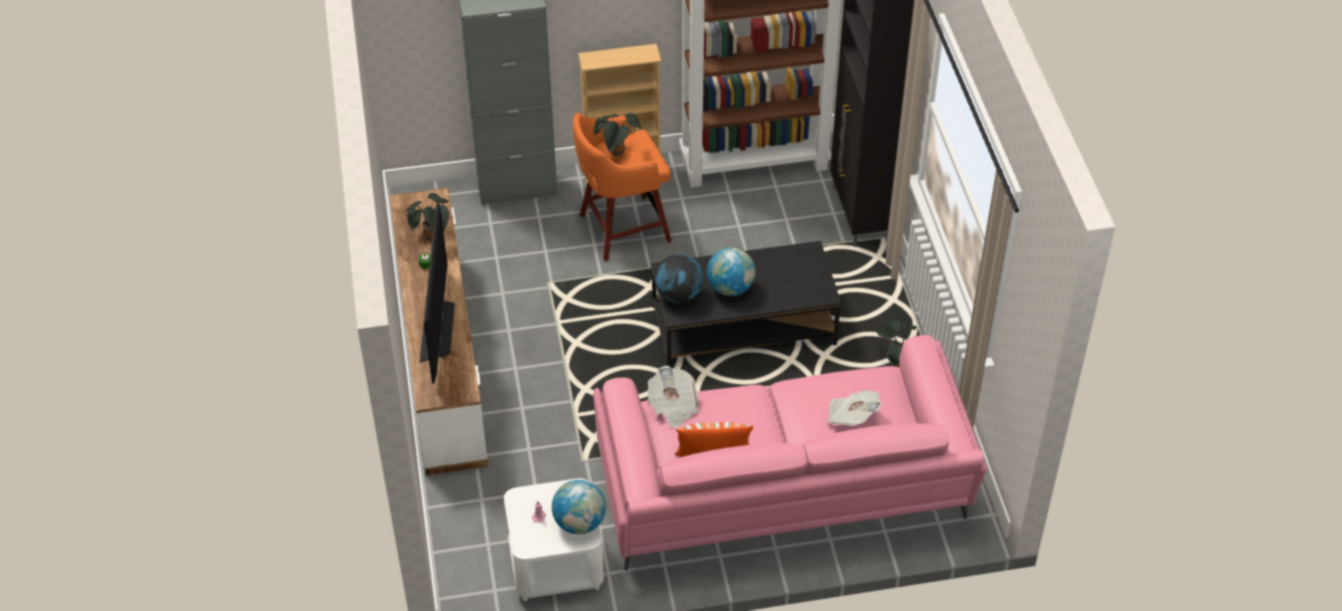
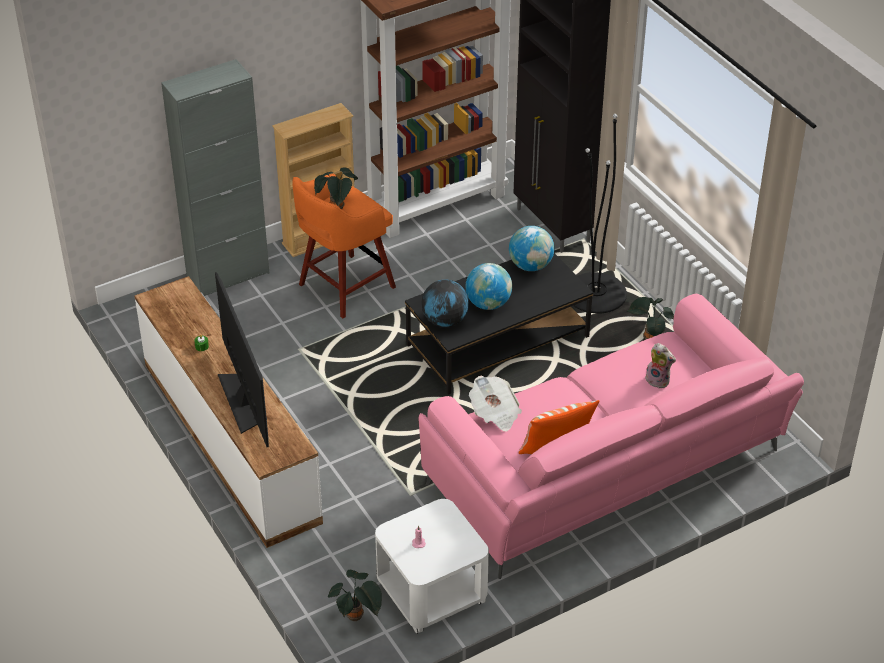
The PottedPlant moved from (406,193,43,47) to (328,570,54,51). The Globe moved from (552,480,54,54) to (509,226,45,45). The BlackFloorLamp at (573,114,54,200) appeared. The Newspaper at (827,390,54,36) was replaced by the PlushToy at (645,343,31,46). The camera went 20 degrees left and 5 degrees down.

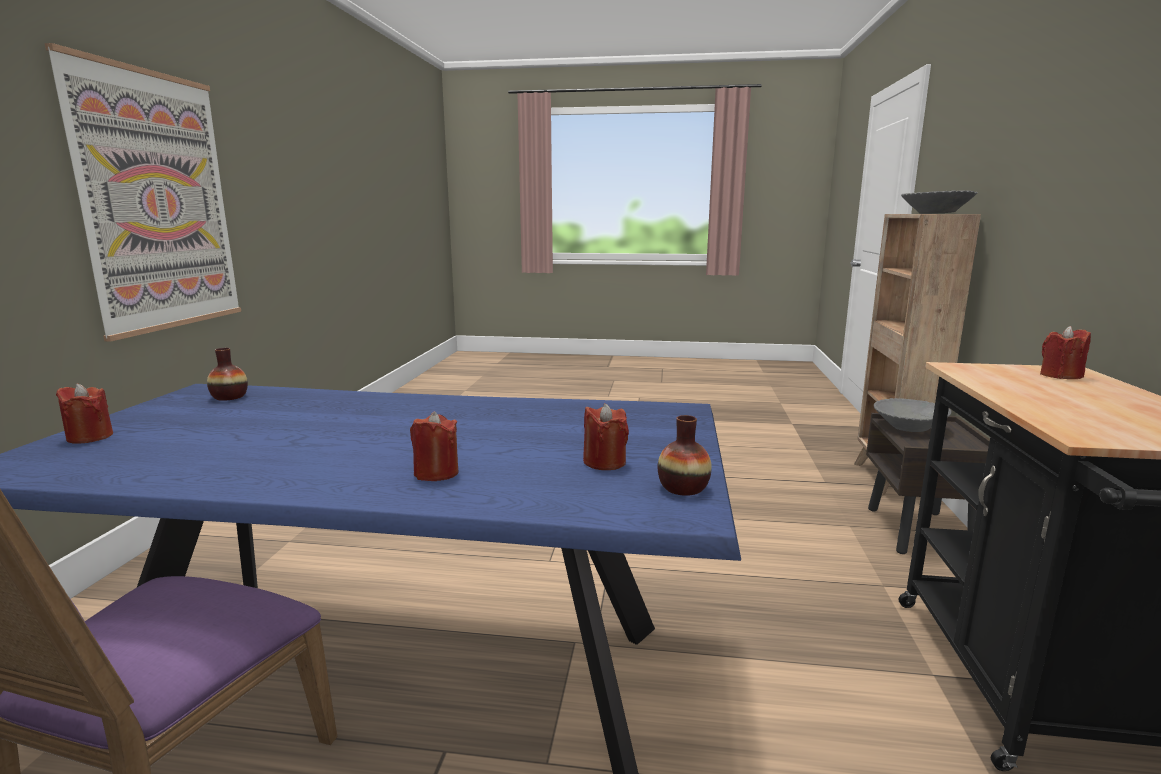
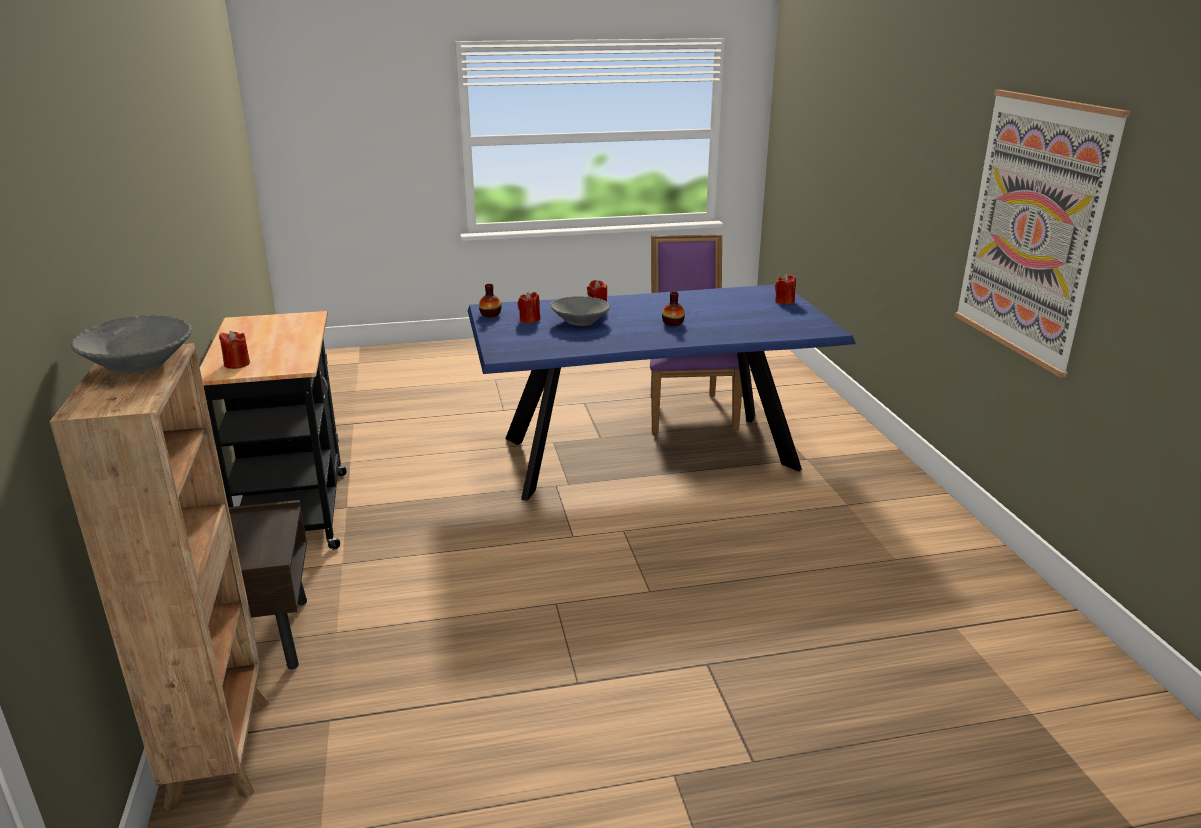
The GreyBowl moved from (874,398,78,34) to (550,296,60,30). The Vase moved from (207,348,41,53) to (662,292,23,34). The camera went 160 degrees right and 10 degrees up.

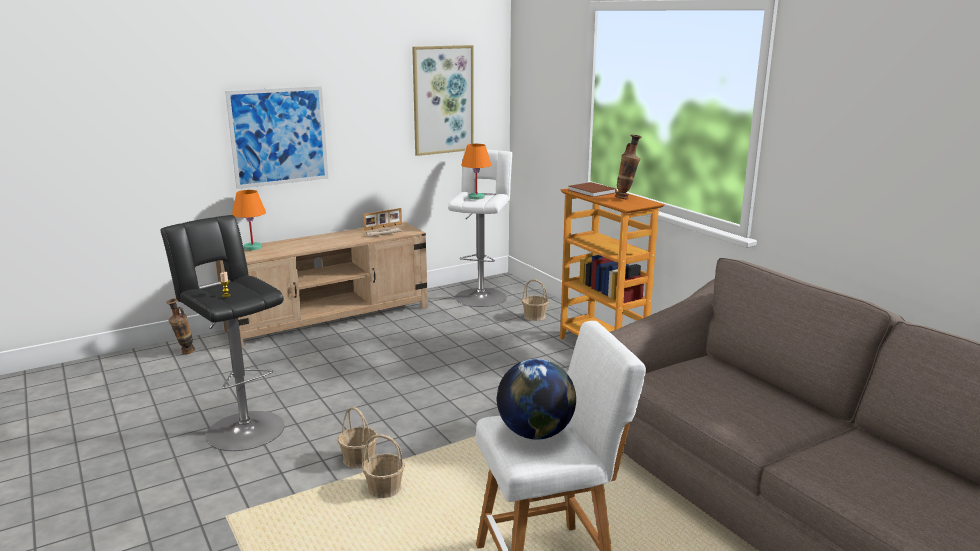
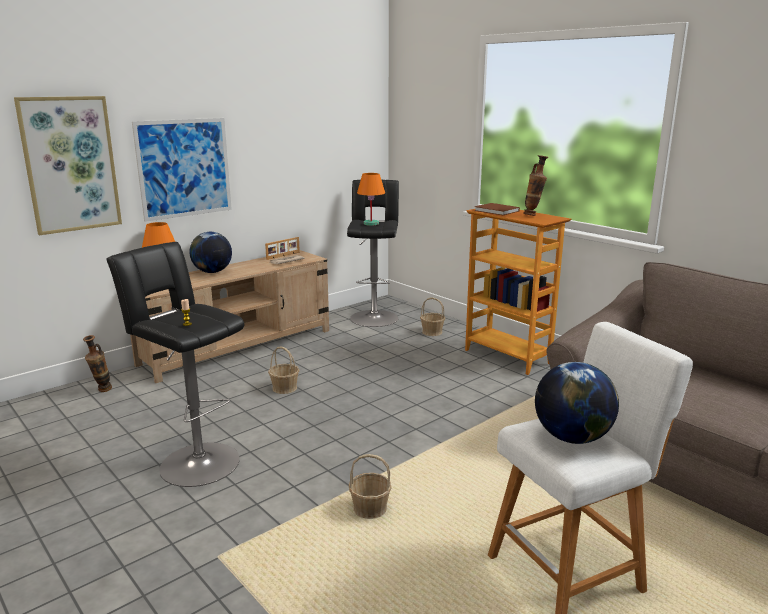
The Picture moved from (412,45,62,111) to (14,96,108,139). The Globe at (189,232,43,41) appeared. The Basket moved from (338,407,40,61) to (268,347,31,47). The WhiteStool at (448,150,64,157) became the BlackStool at (347,180,52,147). The camera went 10 degrees left and 0 degrees up.

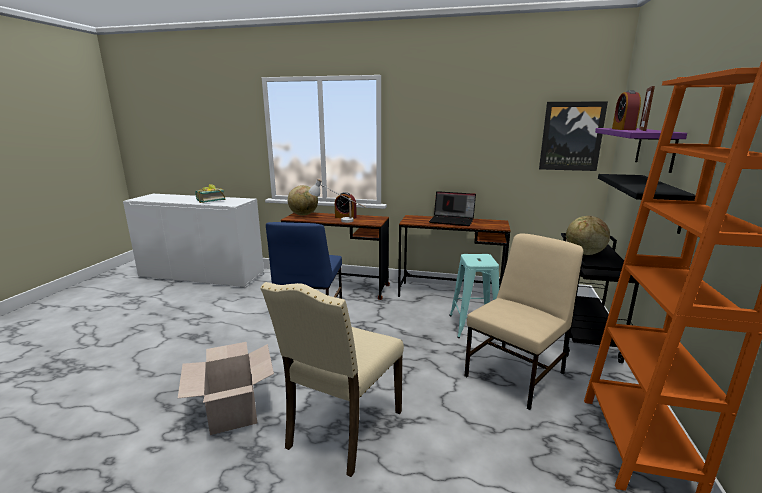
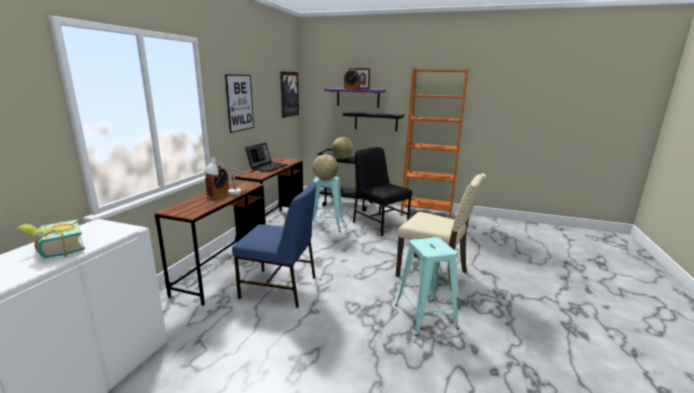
The Picture at (225,74,29,59) appeared. The Globe moved from (288,185,30,31) to (313,154,25,26). The BeigeChair at (465,233,118,177) became the BlackChair at (353,147,59,89). The CardboardBox at (178,342,96,93) was replaced by the TurquoiseStool at (395,237,64,99). The camera went 85 degrees left and 0 degrees up.

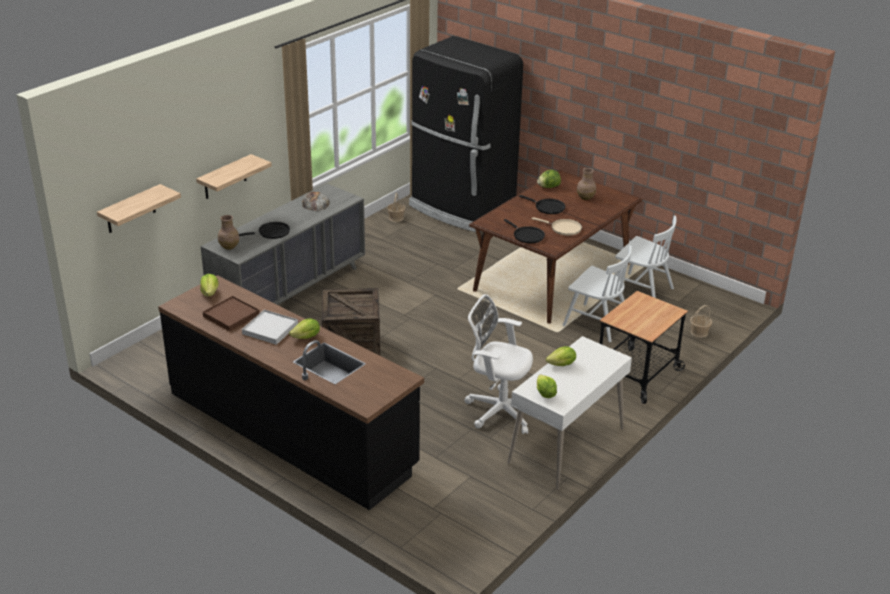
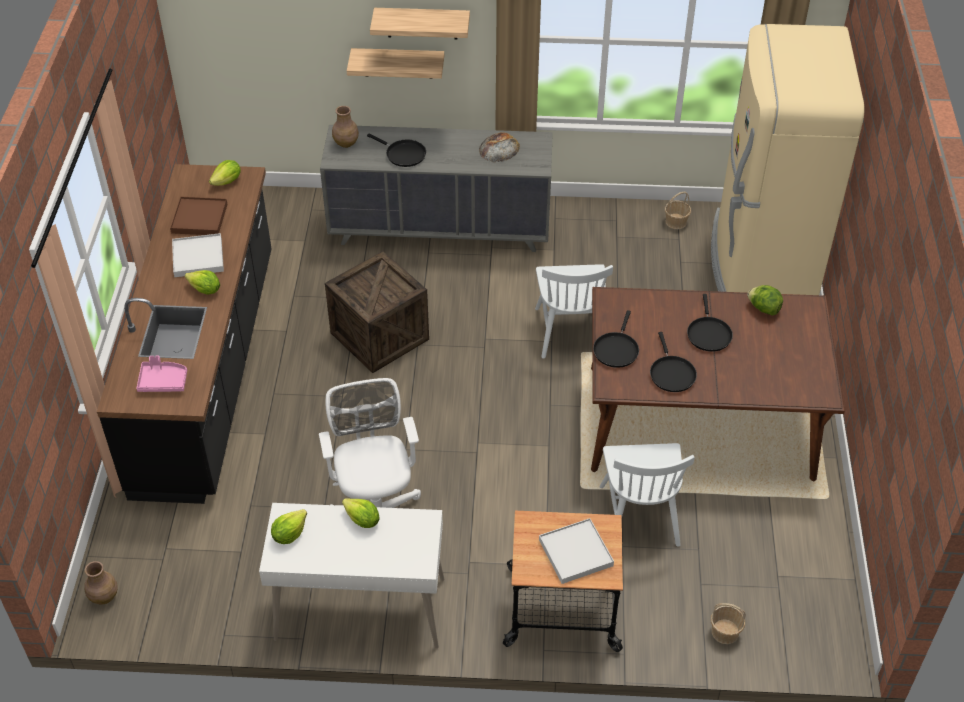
The BrownVase moved from (577,168,19,32) to (84,561,34,43). The PinkTray at (136,356,51,36) appeared. The Shelf moved from (97,184,84,49) to (370,8,100,32). The WhiteChair moved from (615,216,62,82) to (535,264,78,95). The WhiteTray at (539,518,75,66) appeared. The BeigeFryingPan at (532,217,50,19) became the BlackFryingPan at (650,332,47,60). The BlackFridge at (409,36,114,196) became the BeigeFridge at (711,24,153,271). The camera went 55 degrees right and 15 degrees up.

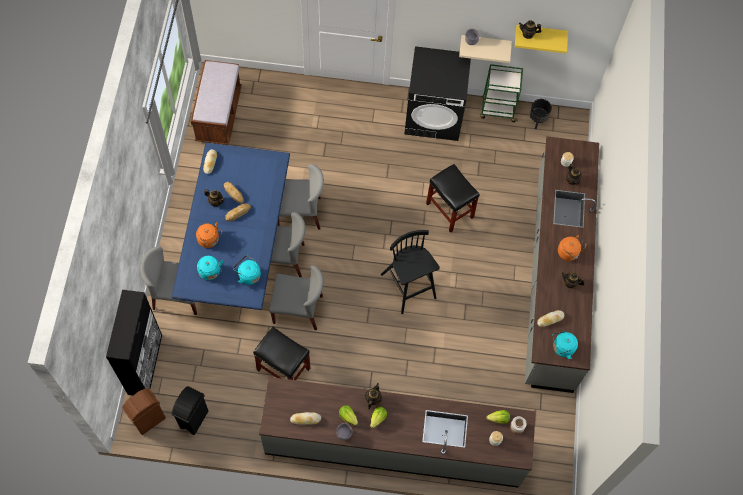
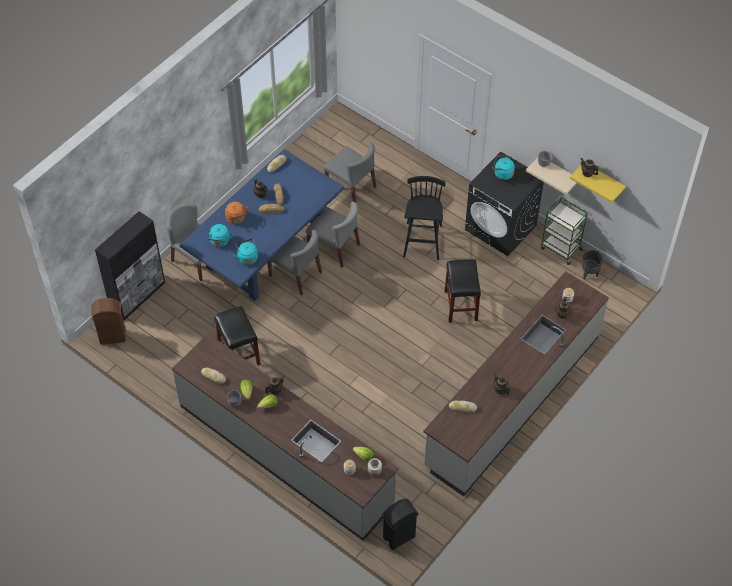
The GreyChair moved from (269,265,55,65) to (323,143,53,59). The BlackTrashCan moved from (171,386,37,49) to (382,499,36,51). The BlackStool moved from (381,230,59,84) to (403,176,43,84). The TurquoiseKettle moved from (552,331,26,28) to (492,155,23,25). The BrownBench at (191,60,51,85) disappeared. The OrangeKettle at (558,235,28,26) disappeared. The camera went 35 degrees right and 10 degrees down.

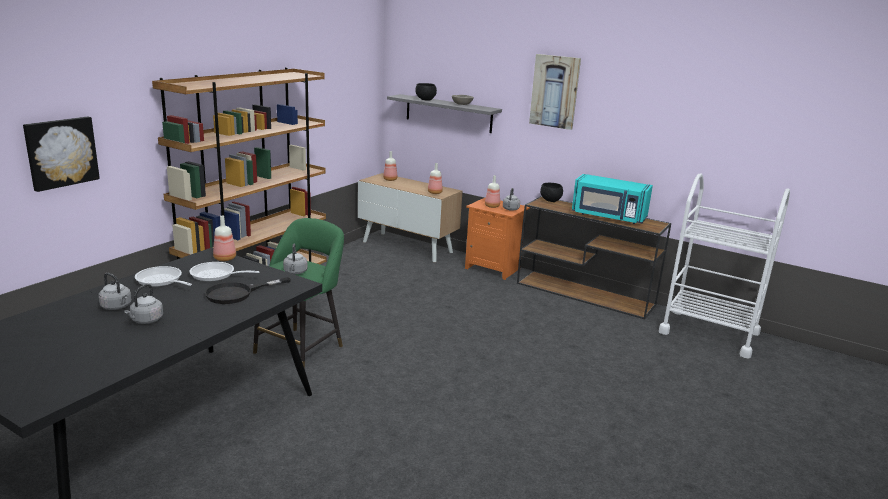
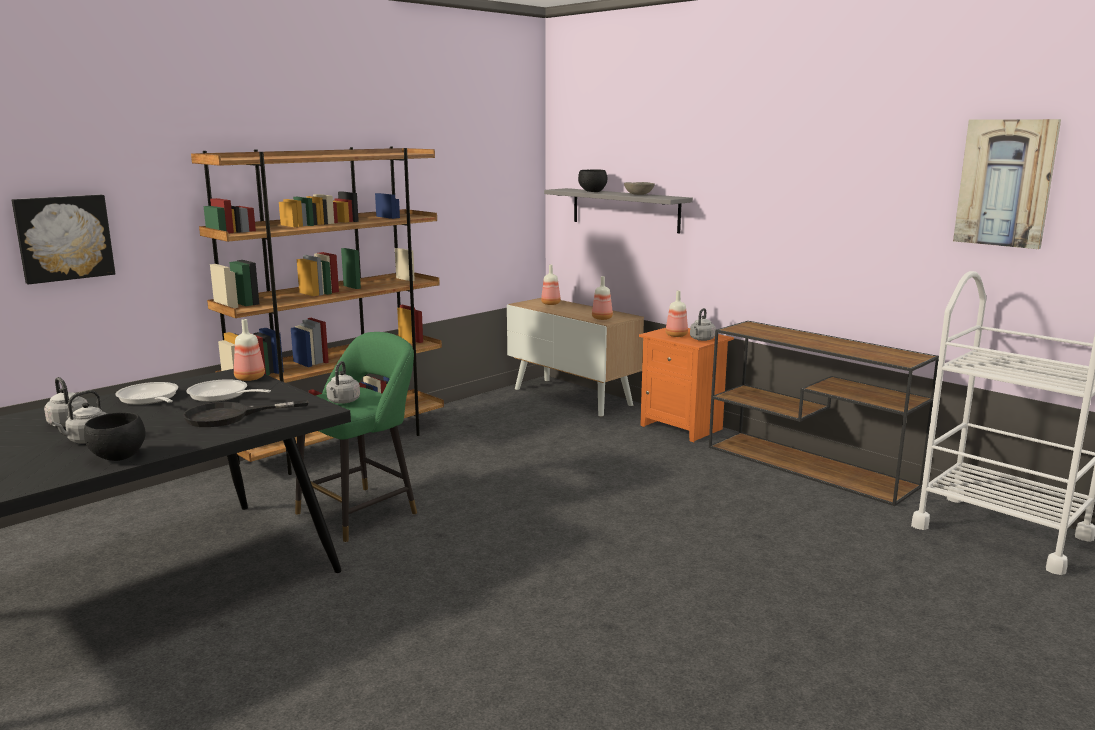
The BlackBowl moved from (540,183,23,19) to (84,412,62,49). The Picture moved from (529,54,52,76) to (953,119,108,130). The TurquoiseMicrowave at (572,174,81,50) disappeared. The camera went 15 degrees right and 5 degrees down.

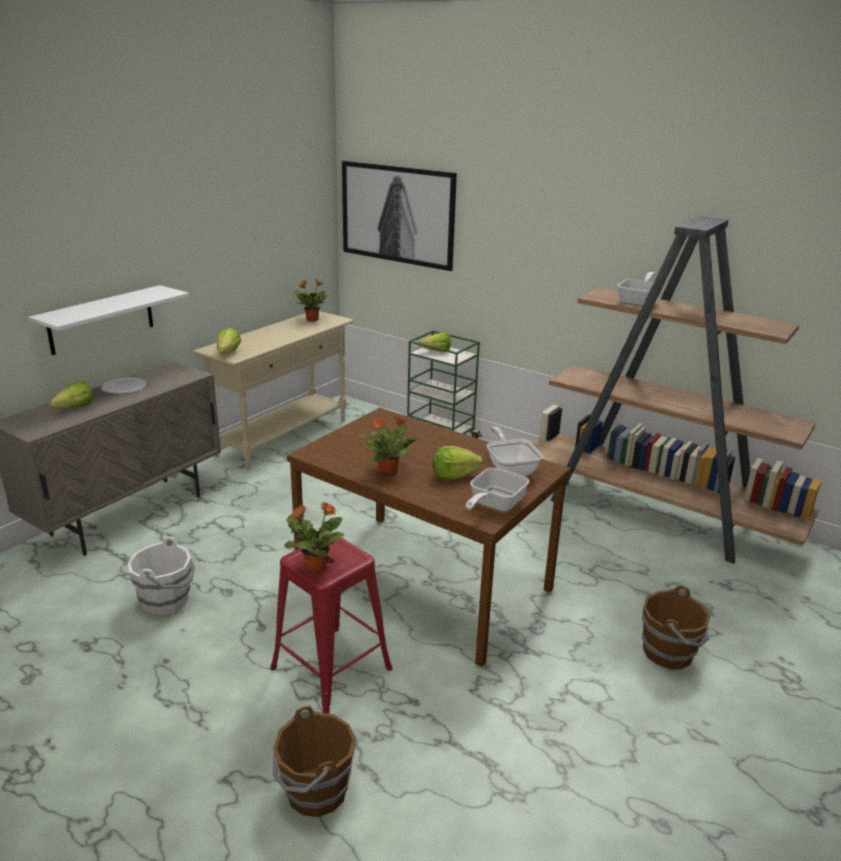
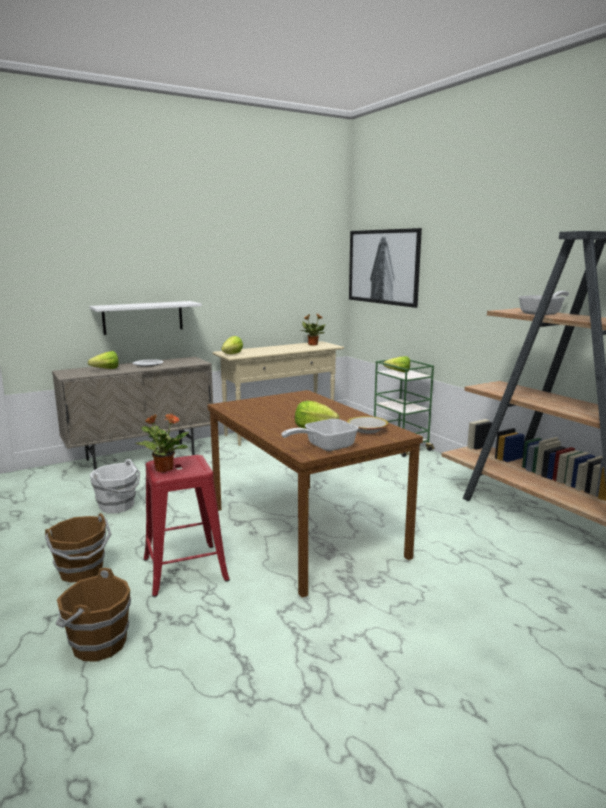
The BrownBucket moved from (642,586,69,84) to (45,513,66,70). The FryingPan at (487,426,56,50) was replaced by the Bowl at (347,416,42,18). The PottedPlant at (360,415,58,61) disappeared. The camera went 25 degrees right and 10 degrees down.

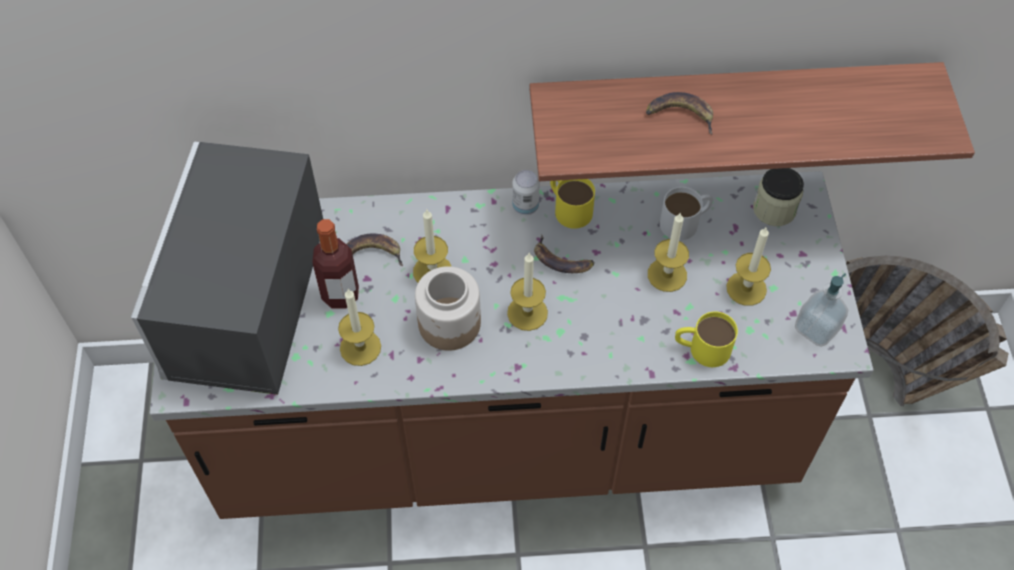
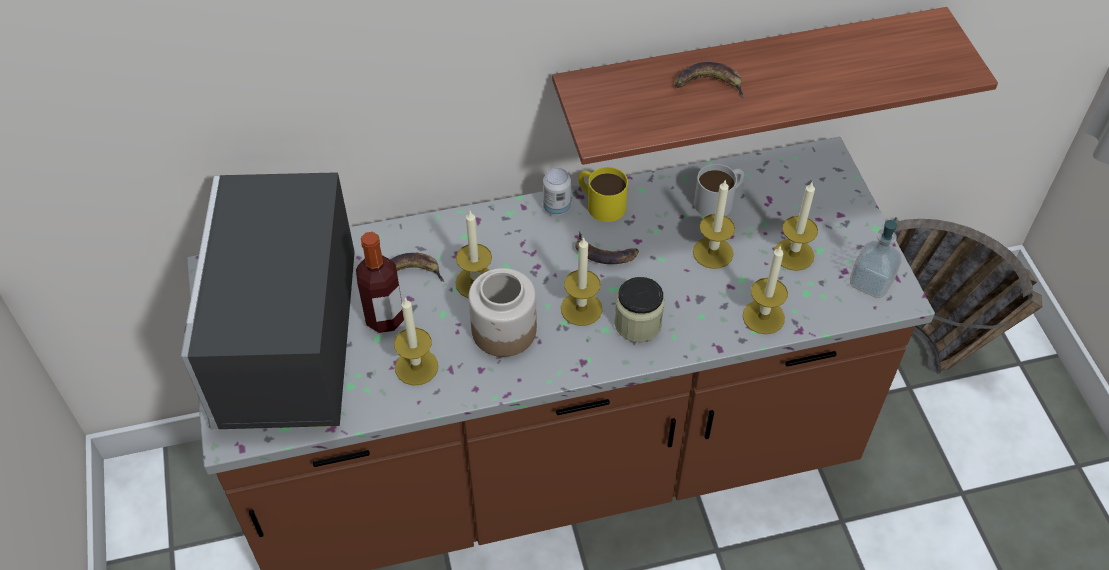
The Jar moved from (753,168,51,58) to (614,277,50,65). The YellowMug at (675,312,63,55) was replaced by the Candle at (743,245,45,89). The camera went 10 degrees left and 5 degrees down.

